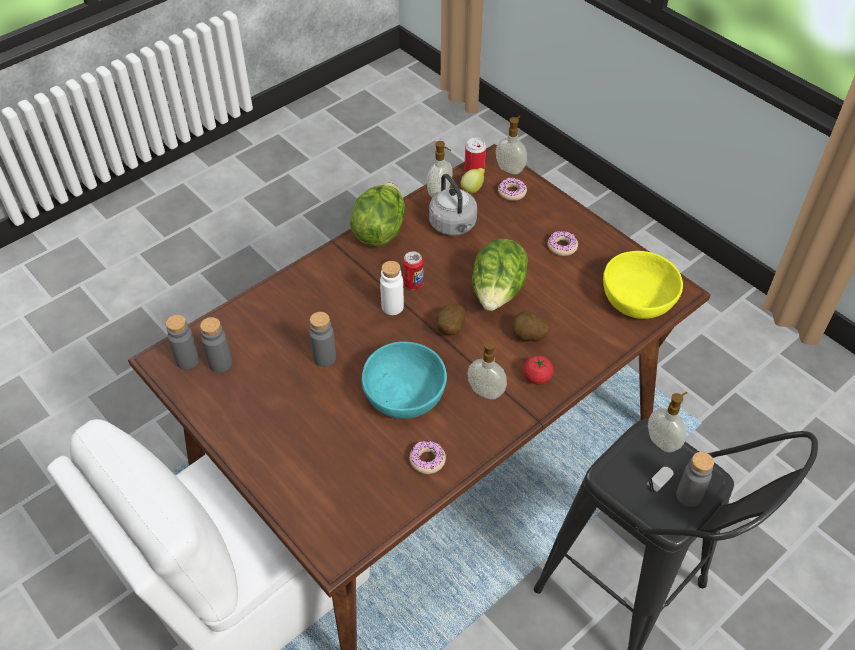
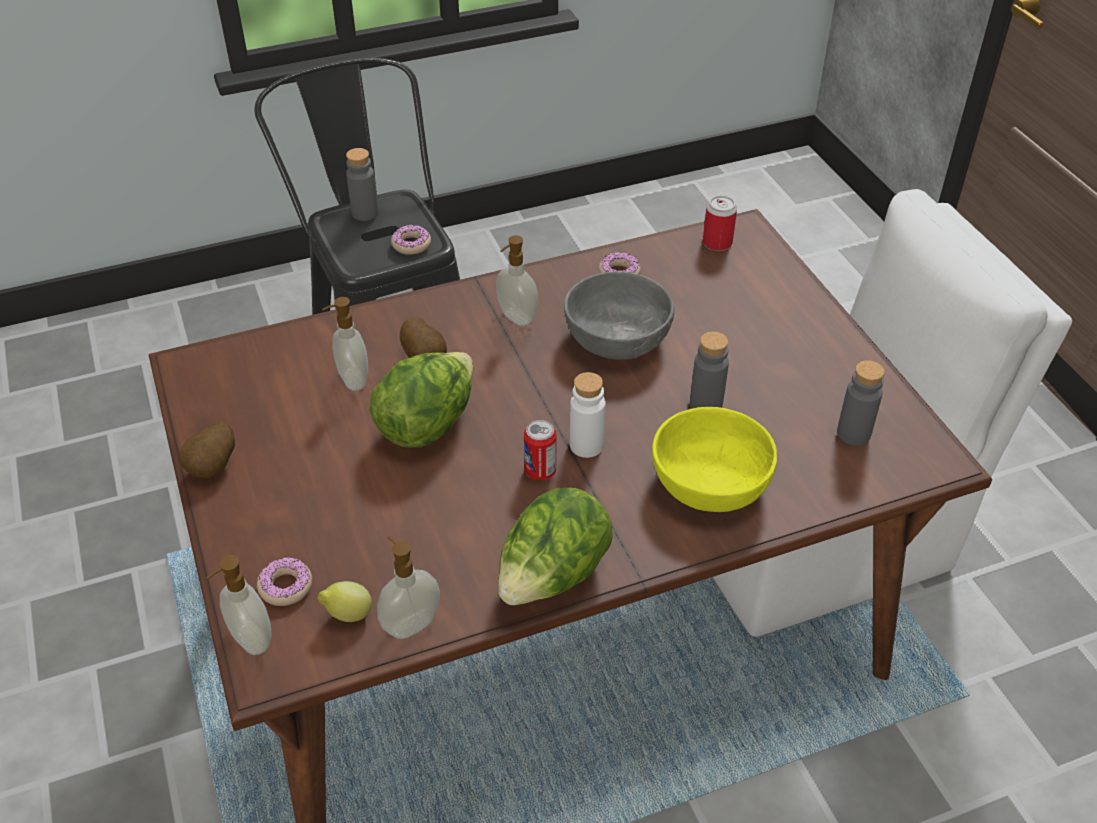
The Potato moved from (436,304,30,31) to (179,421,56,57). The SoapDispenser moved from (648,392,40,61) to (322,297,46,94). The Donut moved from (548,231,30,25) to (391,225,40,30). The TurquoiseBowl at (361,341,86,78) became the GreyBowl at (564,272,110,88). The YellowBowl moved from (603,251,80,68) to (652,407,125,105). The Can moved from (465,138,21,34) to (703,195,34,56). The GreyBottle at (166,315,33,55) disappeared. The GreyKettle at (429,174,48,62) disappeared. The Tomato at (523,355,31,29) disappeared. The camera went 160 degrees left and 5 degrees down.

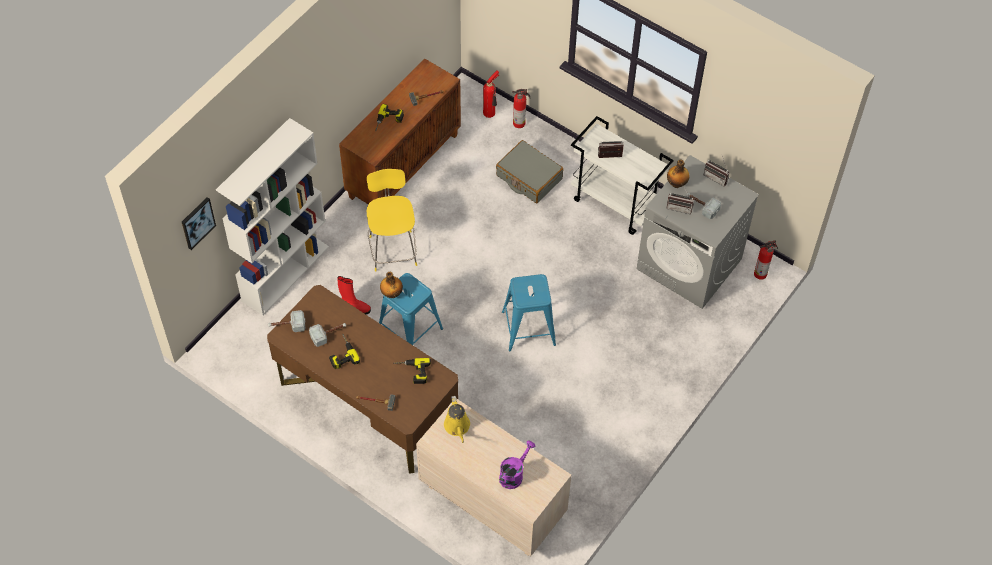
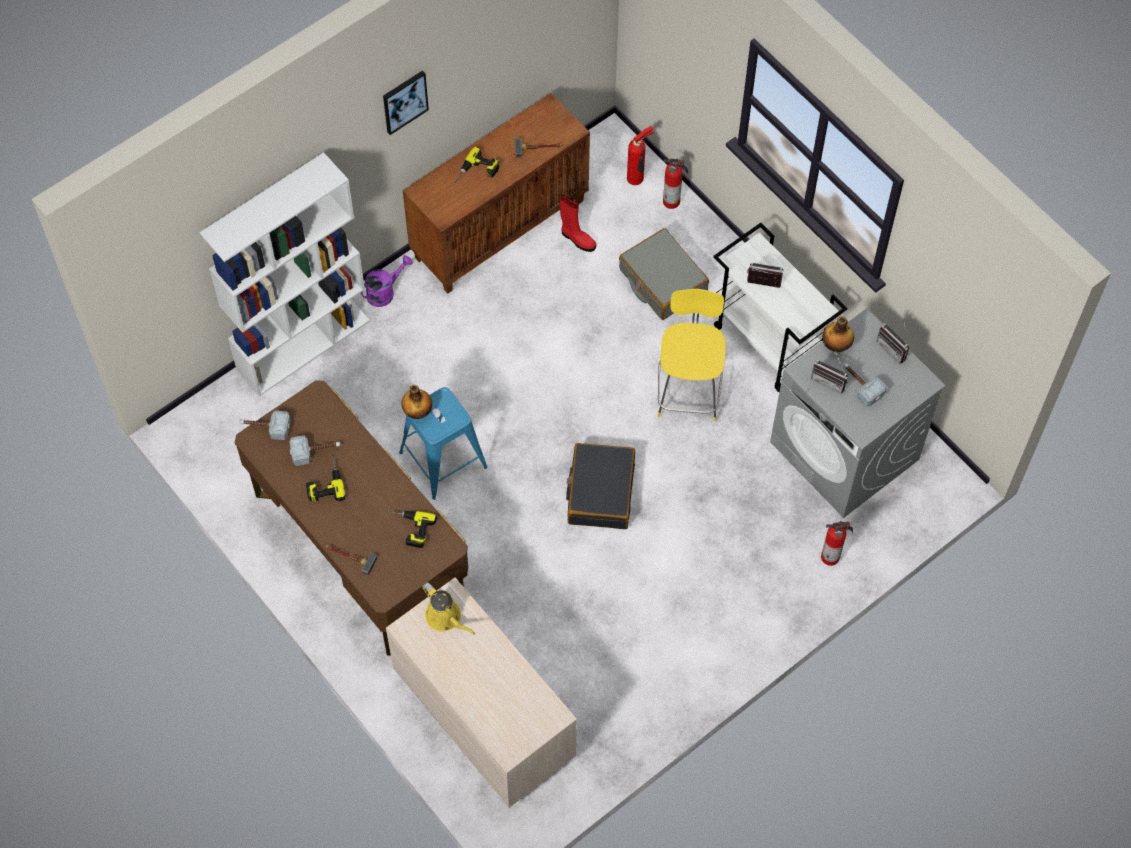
The PurpleWateringCan moved from (499,441,37,48) to (360,255,53,52). The Picture moved from (182,197,34,53) to (383,70,46,65). The YellowWateringCan at (444,396,26,47) turned 45 degrees counterclockwise. The RedBoot moved from (337,276,34,38) to (560,195,36,57). The BlueStool at (502,274,54,77) was replaced by the BlackSuitcase at (566,443,69,86). The YellowStool moved from (367,169,50,102) to (657,289,69,133). The FireExtinguisher moved from (754,240,24,40) to (821,521,32,45). The camera went 15 degrees right and 5 degrees up.

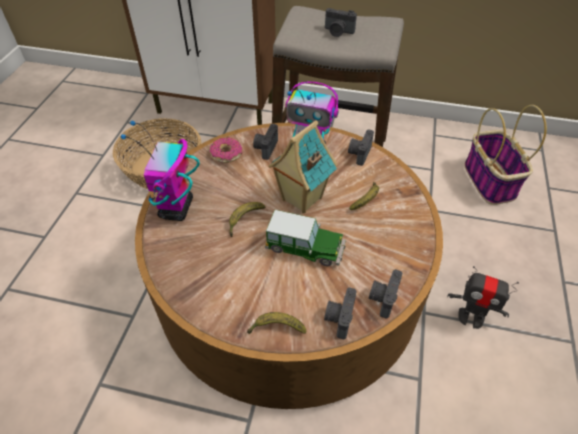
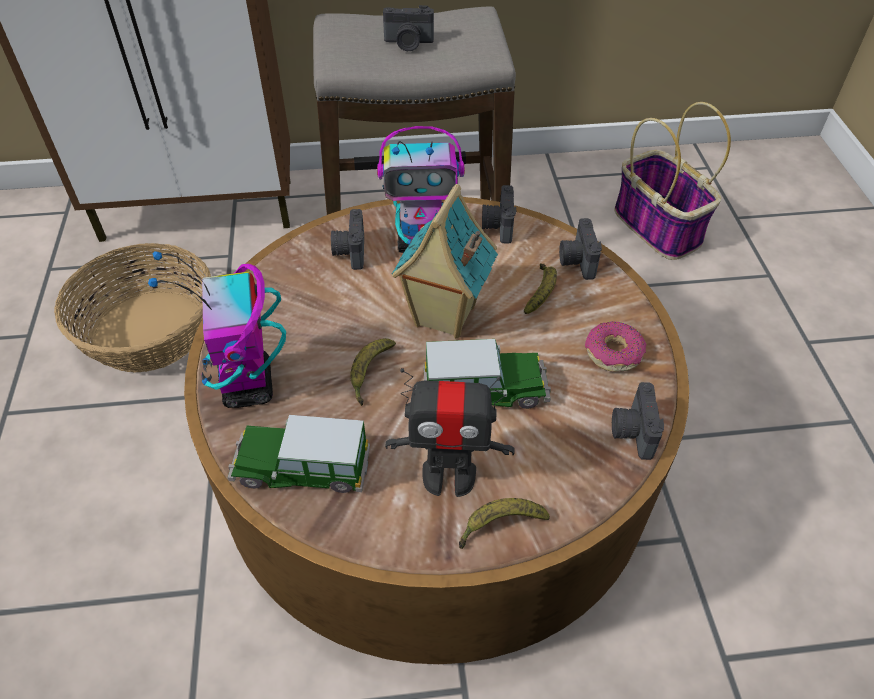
The ToyCar at (227,415,143,78) appeared. The ToyRobot moved from (447,266,72,63) to (385,368,130,129). The PhotoCamera moved from (324,287,32,52) to (559,218,43,62). The Donut moved from (210,138,32,25) to (585,321,62,51). The camera went 20 degrees left and 0 degrees up.

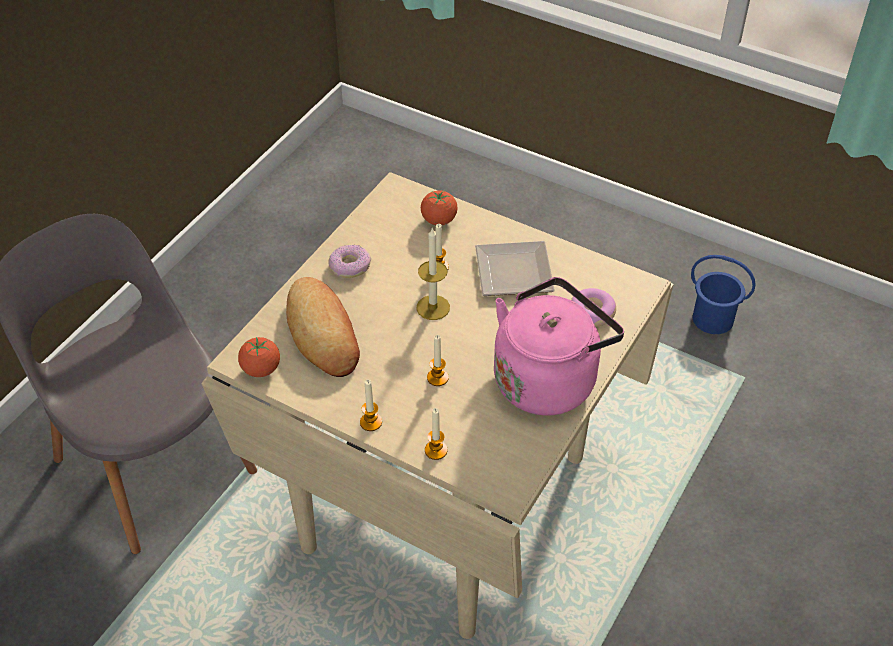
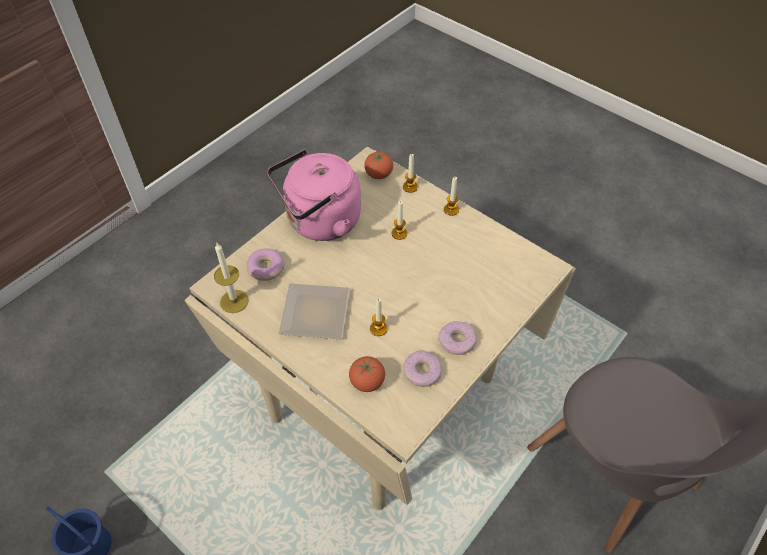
The Candle moved from (416,228,34,92) to (214,243,35,70). The Tomato moved from (238,337,42,40) to (364,152,29,27). The Donut at (403,350,39,37) appeared. The Bread at (286,277,74,100) disappeared. The camera went 170 degrees left and 5 degrees up.

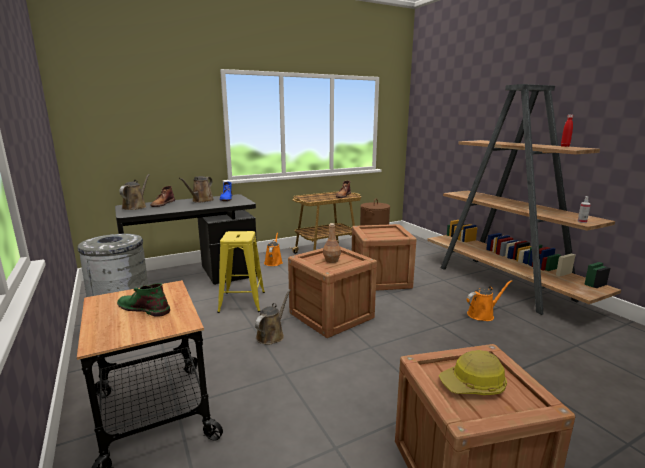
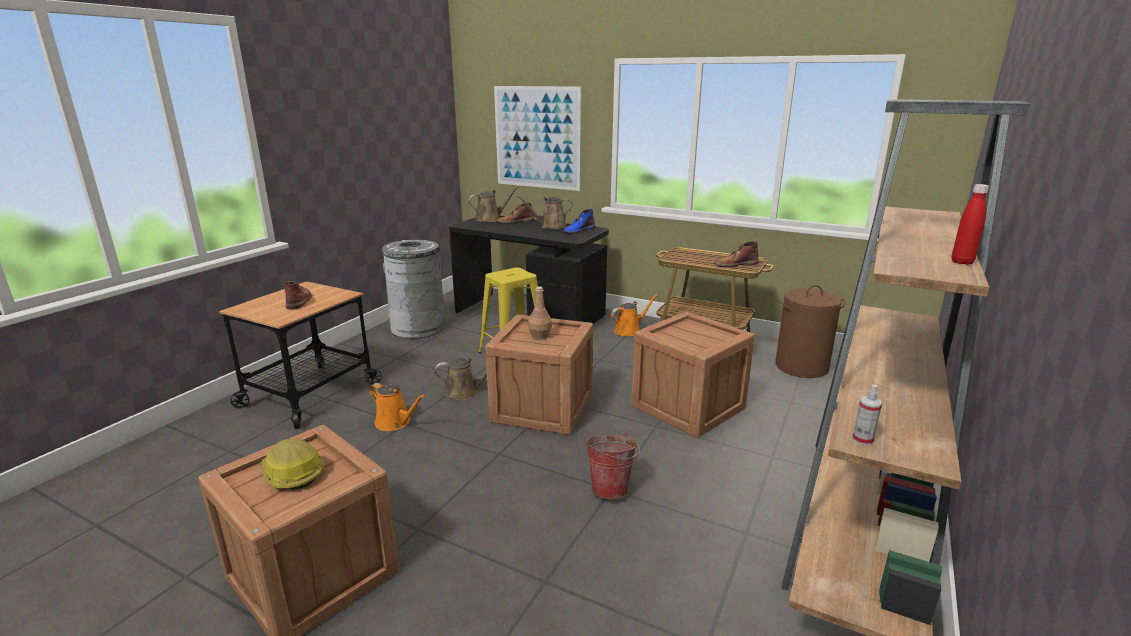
The GreenBoot at (117,283,53,34) became the BrownBoot at (283,281,29,29). The OrangeWateringCan moved from (467,280,45,41) to (369,383,57,48). The Picture at (494,86,87,105) appeared. The Bucket at (586,433,54,66) appeared. The camera went 55 degrees right and 5 degrees up.

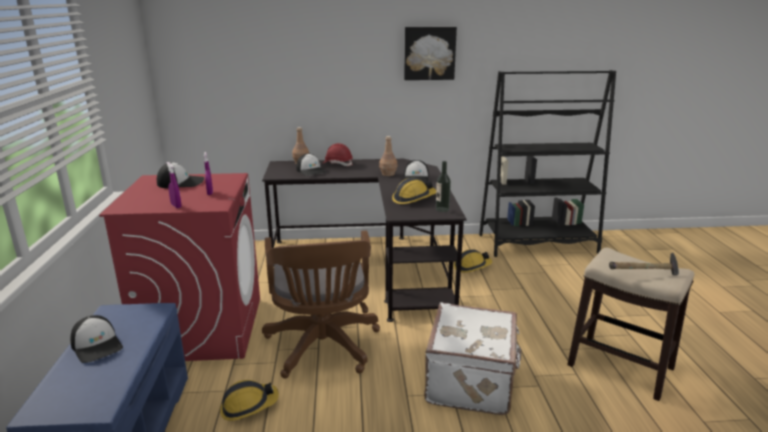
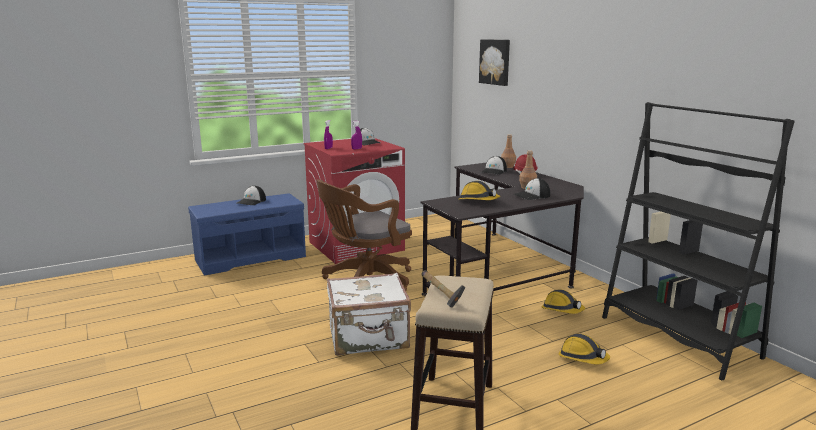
The Picture moved from (404,27,53,53) to (479,39,31,47). The HardHat moved from (220,380,59,41) to (558,334,52,31). The Bottle at (436,161,15,51) disappeared. The camera went 65 degrees right and 5 degrees down.

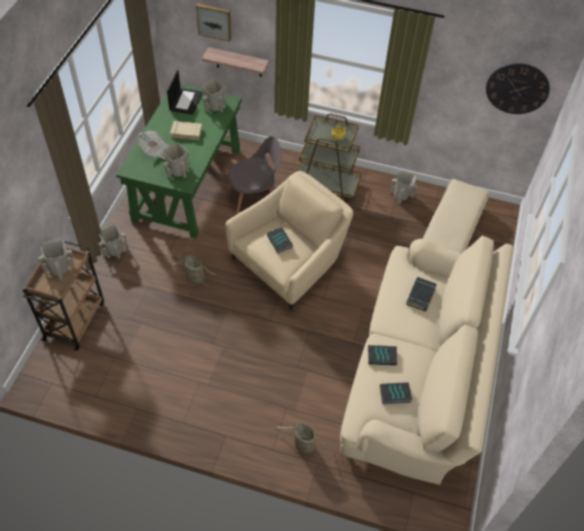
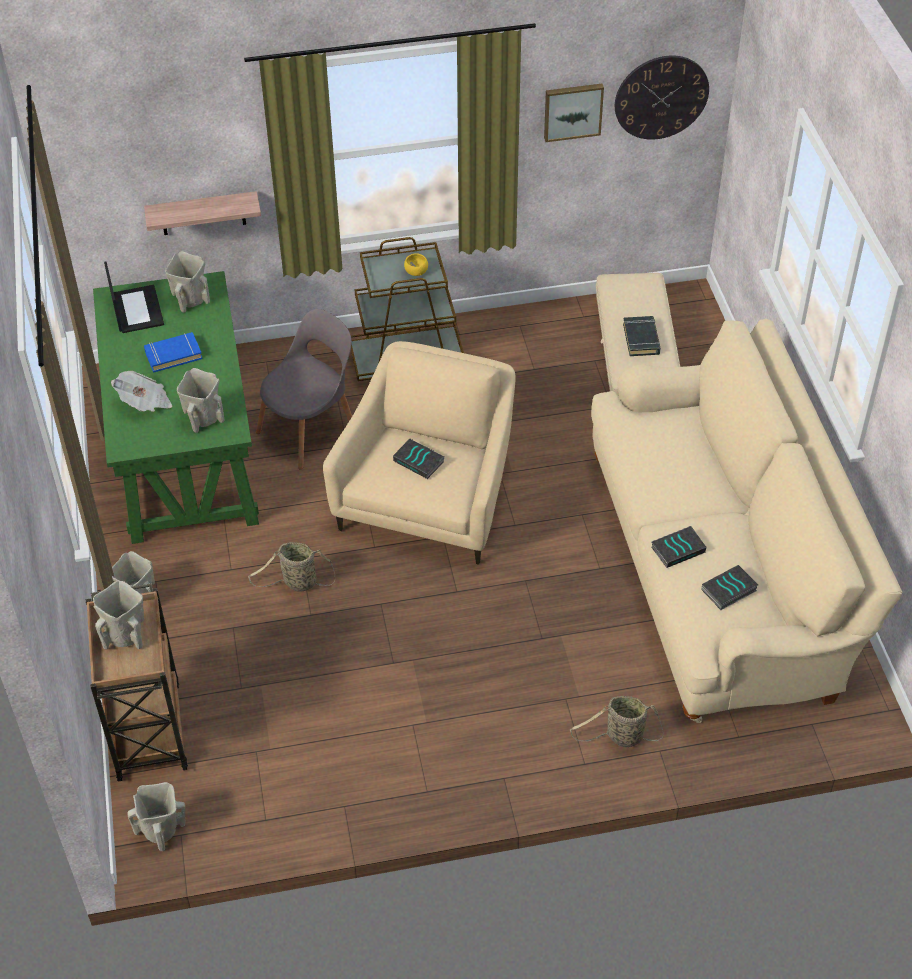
The BeigeVase moved from (390,170,28,33) to (127,782,59,69). The BeigeBook at (170,121,32,19) became the BlueBook at (144,332,59,41). The Picture moved from (196,4,35,38) to (544,84,60,58). The BlackBook moved from (406,277,31,34) to (623,316,38,40). The camera went 25 degrees left and 5 degrees down.

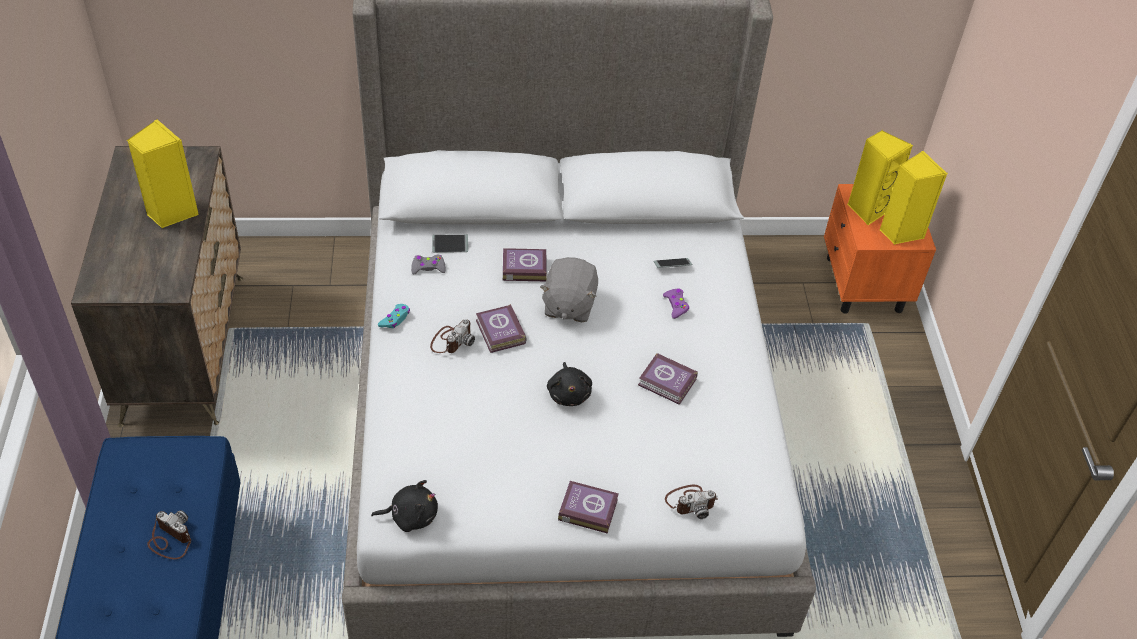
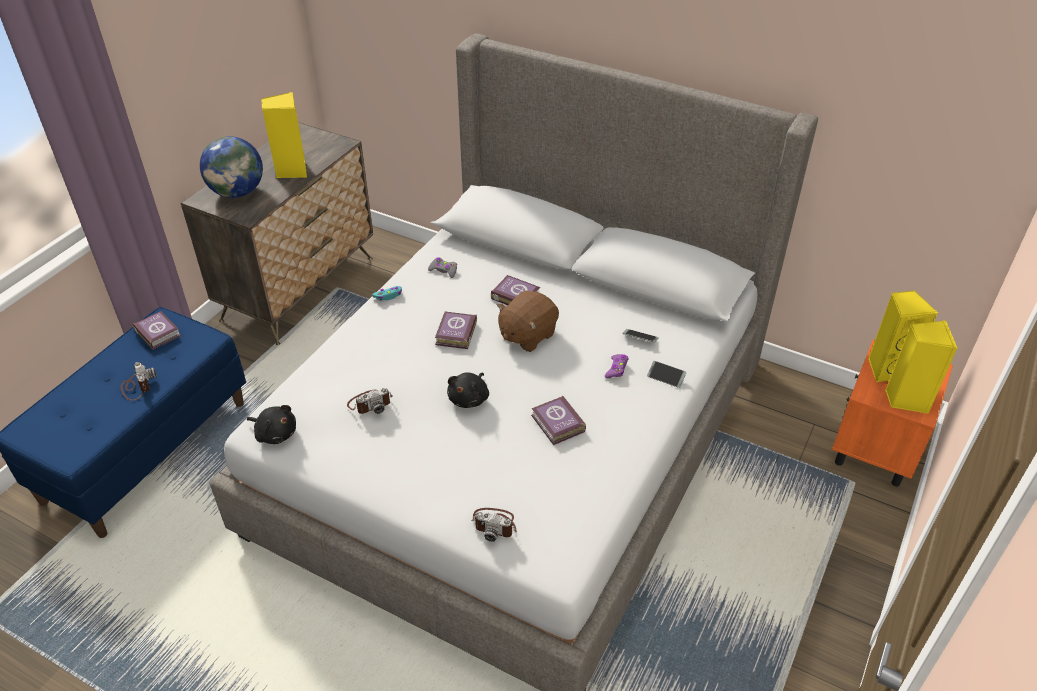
The Book moved from (558,481,61,53) to (132,311,49,39). The Globe at (200,136,63,62) appeared. The PhotoCamera moved from (430,319,45,34) to (347,388,46,26). The GreyPlushToy at (540,257,58,65) became the BrownPlushToy at (497,291,62,61). The Phone moved from (432,234,36,19) to (647,361,39,27). The camera went 35 degrees right and 5 degrees down.

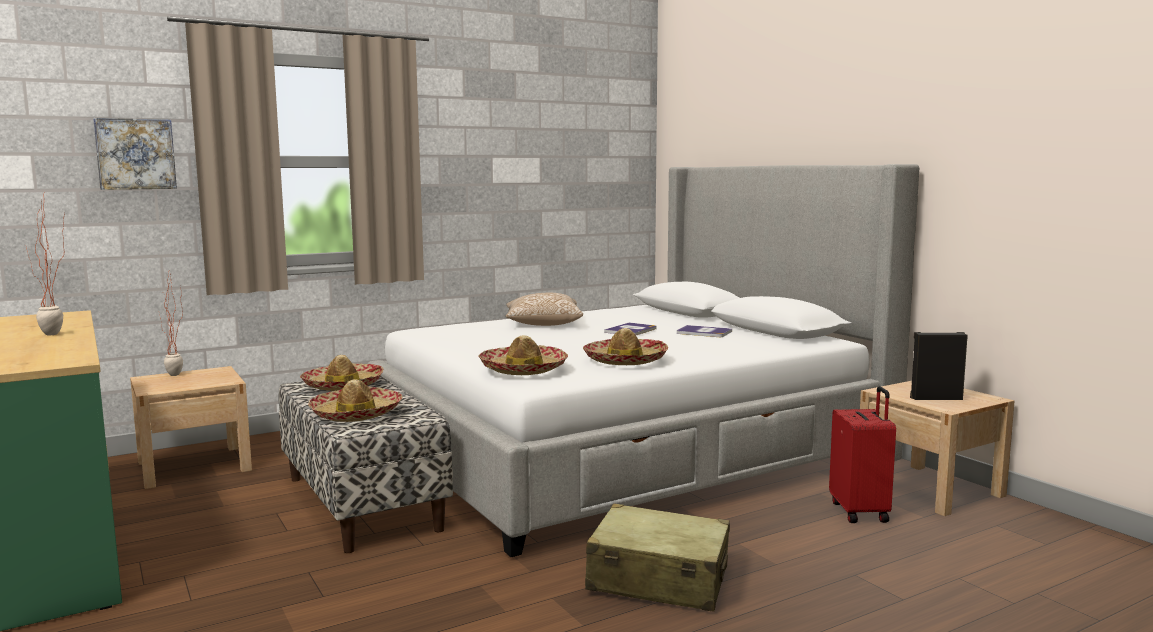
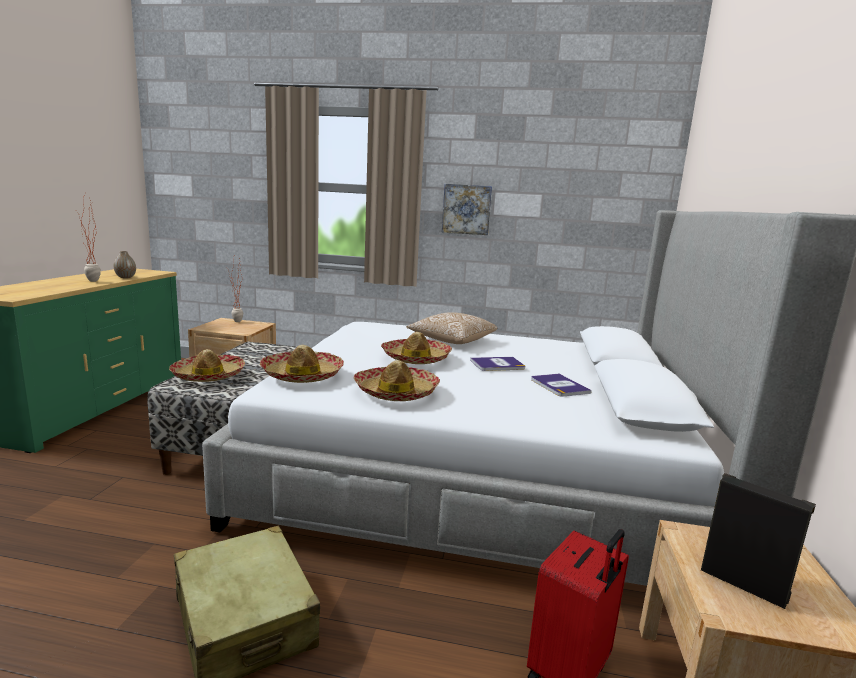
The Vase at (114,251,22,27) appeared. The Hat moved from (300,355,83,36) to (381,332,71,32). The Picture moved from (93,118,84,72) to (442,184,50,51). The camera went 40 degrees right and 5 degrees up.

